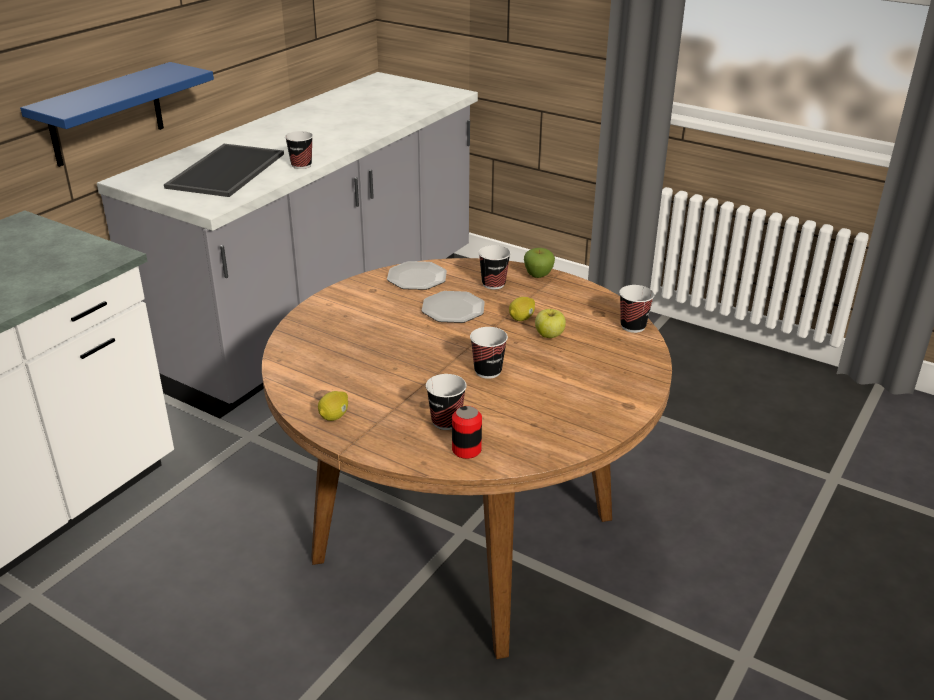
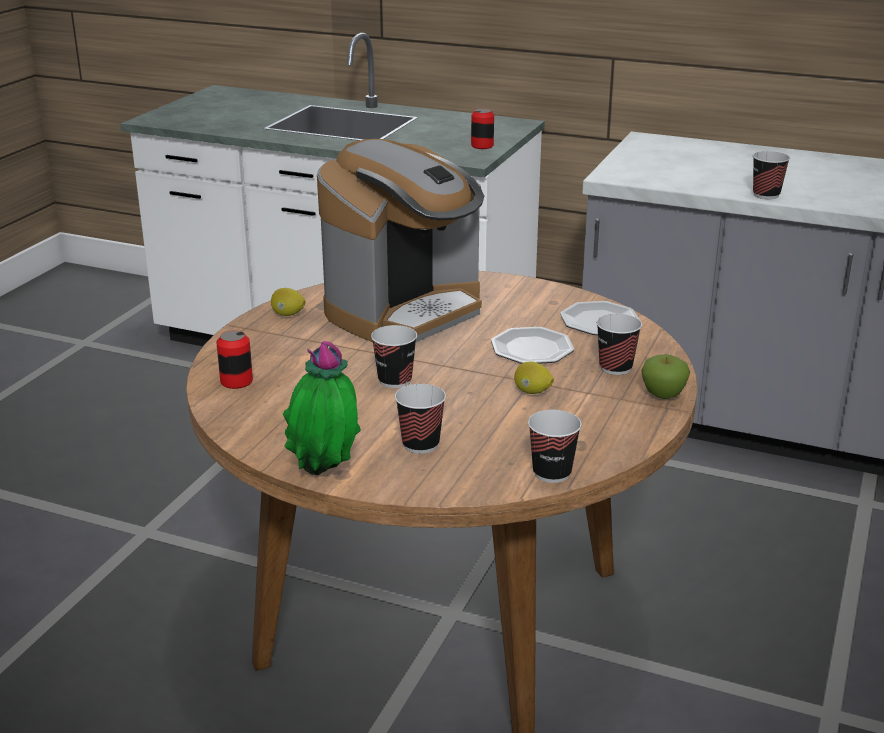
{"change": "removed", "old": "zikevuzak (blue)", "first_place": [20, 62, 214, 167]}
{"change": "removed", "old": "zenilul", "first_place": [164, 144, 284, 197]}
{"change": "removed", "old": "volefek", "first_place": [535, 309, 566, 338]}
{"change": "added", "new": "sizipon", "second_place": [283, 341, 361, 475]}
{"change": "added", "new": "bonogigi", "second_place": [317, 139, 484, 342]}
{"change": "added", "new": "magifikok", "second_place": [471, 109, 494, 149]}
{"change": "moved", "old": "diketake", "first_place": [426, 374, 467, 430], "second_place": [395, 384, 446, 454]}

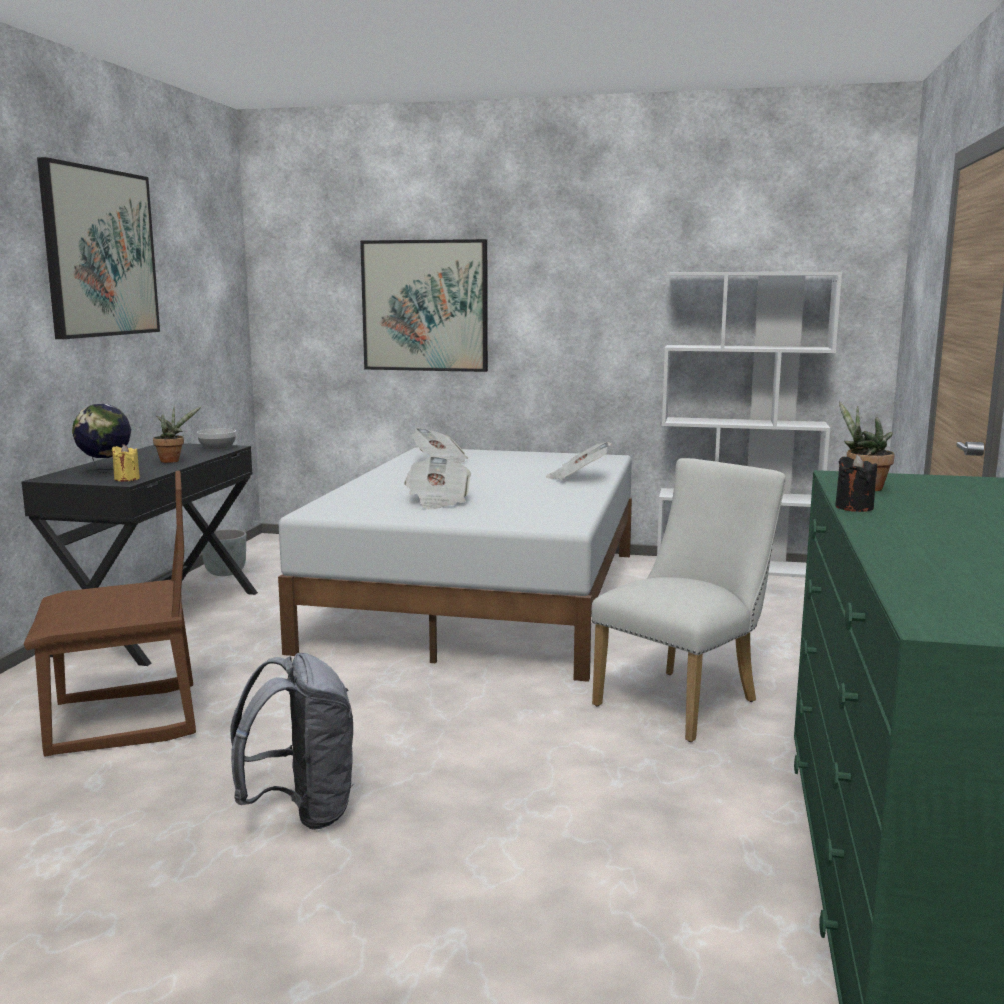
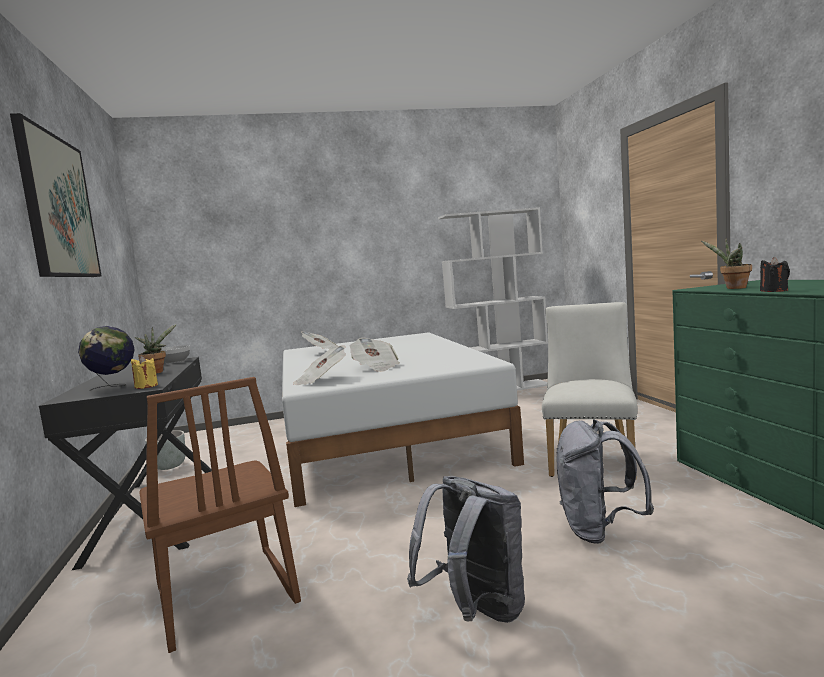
{"change": "removed", "old": "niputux", "first_place": [360, 239, 488, 372]}
{"change": "added", "new": "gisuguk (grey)", "second_place": [557, 419, 654, 544]}
{"change": "moved", "old": "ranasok", "first_place": [546, 442, 611, 480], "second_place": [293, 345, 346, 385]}
{"change": "turned", "old": "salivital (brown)", "first_place": [24, 471, 196, 757], "second_place": [139, 377, 301, 653], "degrees": 105}

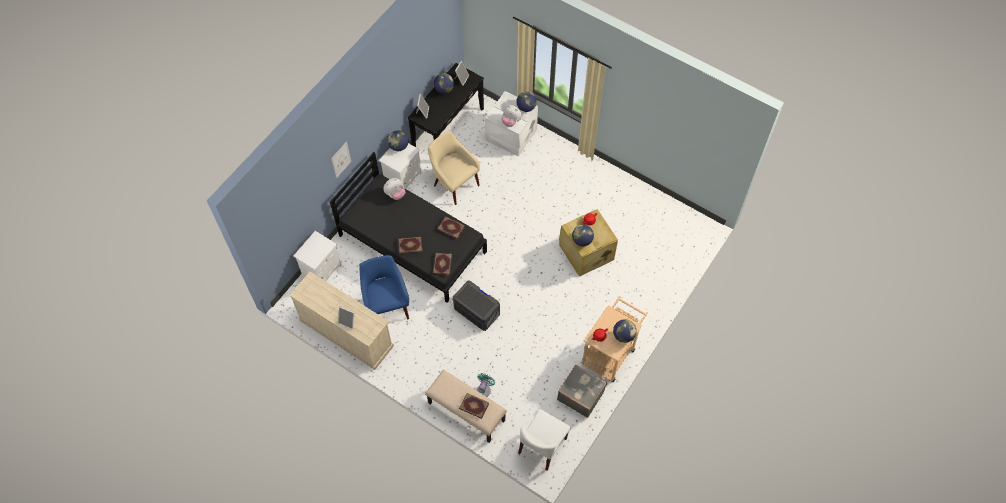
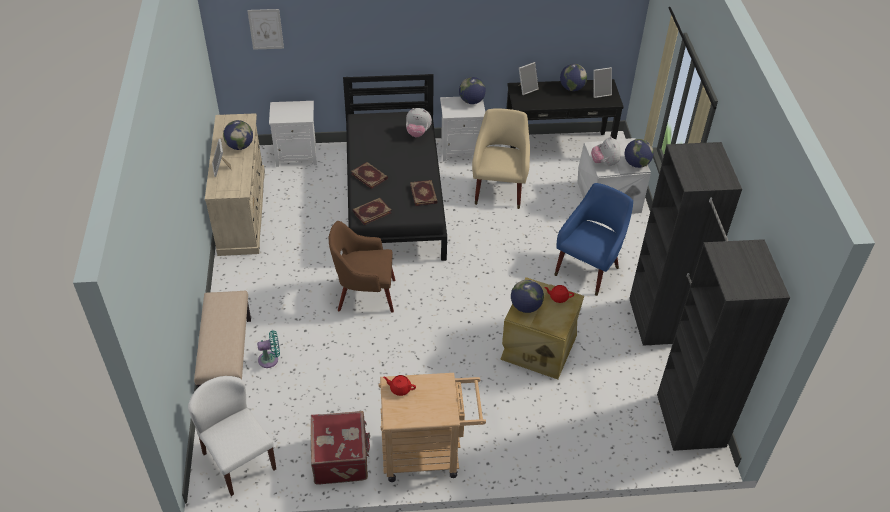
{"change": "removed", "old": "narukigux", "first_place": [459, 393, 489, 419]}
{"change": "added", "new": "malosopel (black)", "second_place": [629, 142, 790, 451]}
{"change": "moved", "old": "niputux", "first_place": [331, 142, 351, 178], "second_place": [247, 9, 284, 50]}
{"change": "moved", "old": "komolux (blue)", "first_place": [360, 255, 409, 319], "second_place": [554, 183, 633, 296]}
{"change": "moved", "old": "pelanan", "first_place": [613, 319, 637, 343], "second_place": [223, 120, 253, 150]}
{"change": "replaced", "old": "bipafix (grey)", "new": "komolux (brown)", "first_place": [453, 280, 500, 331], "second_place": [329, 221, 395, 313]}
{"change": "recoloured", "old": "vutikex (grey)", "new": "vutikex (red)", "first_place": [557, 364, 607, 418], "second_place": [311, 411, 370, 485]}
{"change": "turned", "old": "salivital (white)", "first_place": [518, 409, 571, 471], "second_place": [188, 376, 276, 496], "degrees": 60}

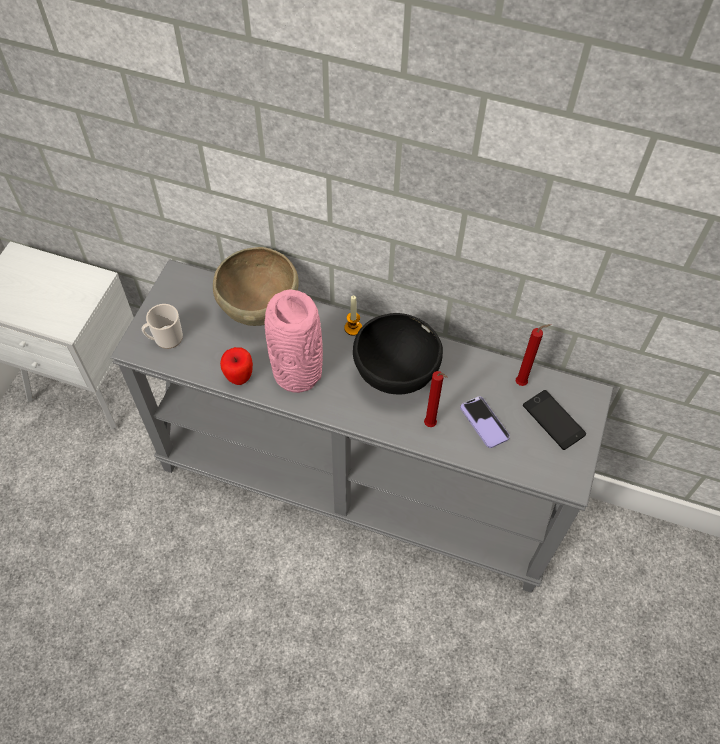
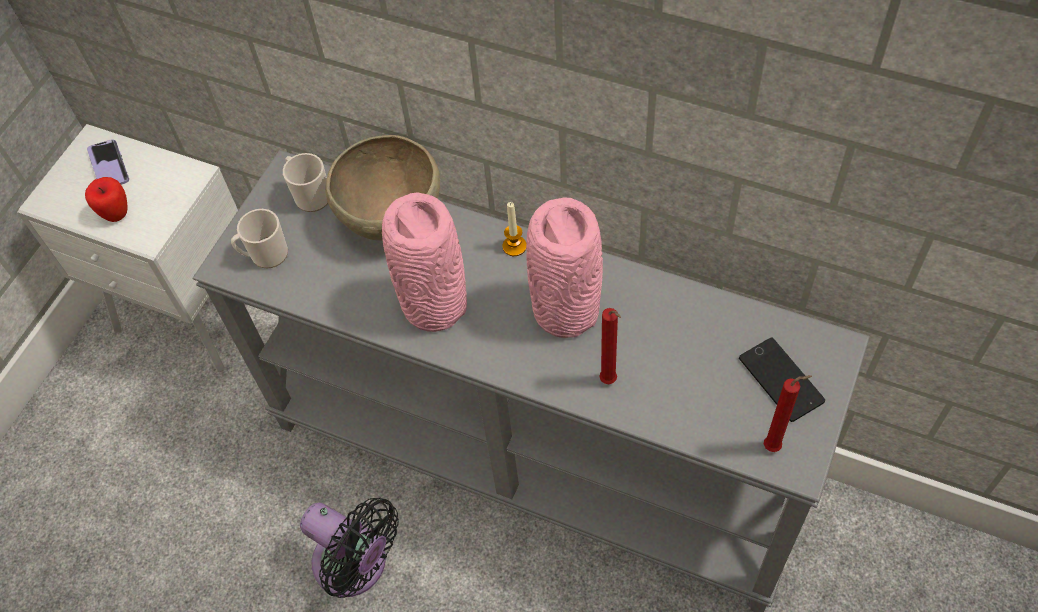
{"change": "added", "new": "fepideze", "second_place": [283, 153, 328, 212]}
{"change": "added", "new": "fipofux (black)", "second_place": [300, 498, 399, 598]}
{"change": "moved", "old": "volefek", "first_place": [220, 347, 253, 385], "second_place": [85, 177, 128, 222]}
{"change": "moved", "old": "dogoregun", "first_place": [460, 397, 510, 448], "second_place": [87, 139, 129, 185]}
{"change": "moved", "old": "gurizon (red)", "first_place": [516, 324, 551, 386], "second_place": [764, 375, 812, 452]}
{"change": "replaced", "old": "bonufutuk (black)", "new": "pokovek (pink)", "first_place": [353, 313, 443, 394], "second_place": [526, 198, 603, 338]}

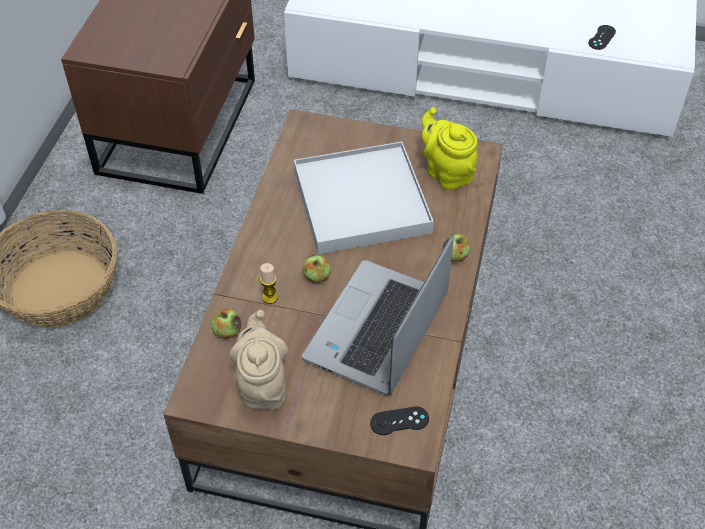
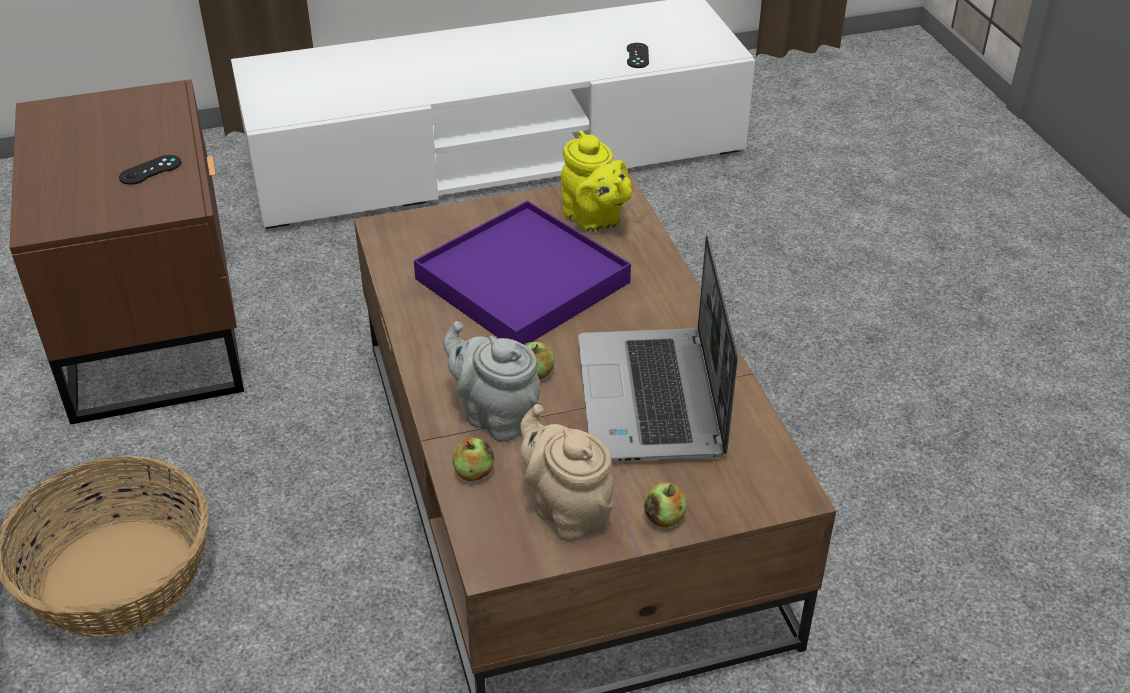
{"change": "moved", "old": "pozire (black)", "first_place": [370, 406, 429, 435], "second_place": [119, 155, 181, 185]}
{"change": "moved", "old": "volefek", "first_place": [443, 234, 470, 262], "second_place": [644, 482, 687, 527]}
{"change": "replaced", "old": "gurizon", "new": "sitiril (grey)", "first_place": [260, 263, 278, 304], "second_place": [443, 321, 541, 442]}
{"change": "recoloured", "old": "zenilul (white)", "new": "zenilul (purple)", "first_place": [294, 142, 434, 255], "second_place": [414, 201, 631, 344]}
{"change": "turned", "old": "sitiril (yellow)", "first_place": [422, 107, 478, 190], "second_place": [561, 130, 632, 232], "degrees": -150}

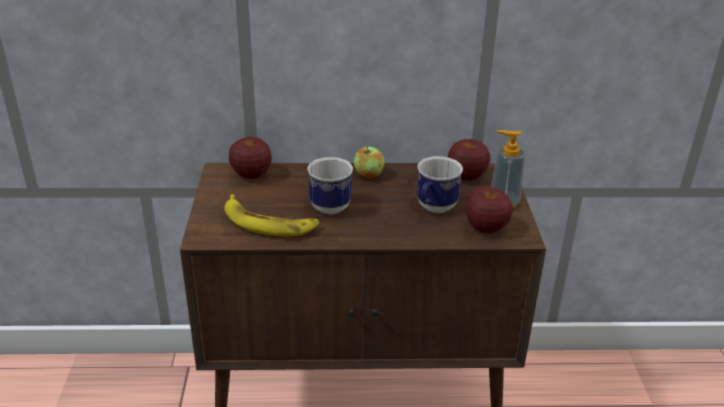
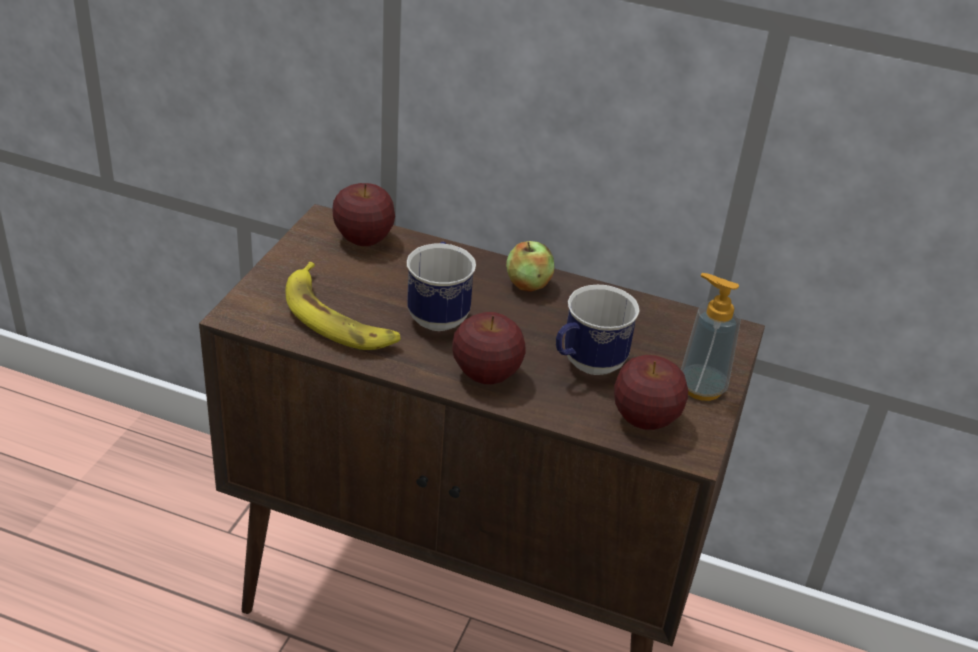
{"change": "moved", "old": "volefek", "first_place": [448, 139, 490, 181], "second_place": [452, 312, 526, 384]}

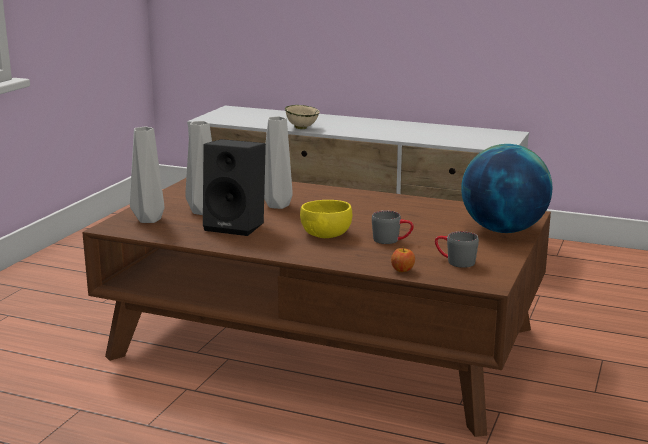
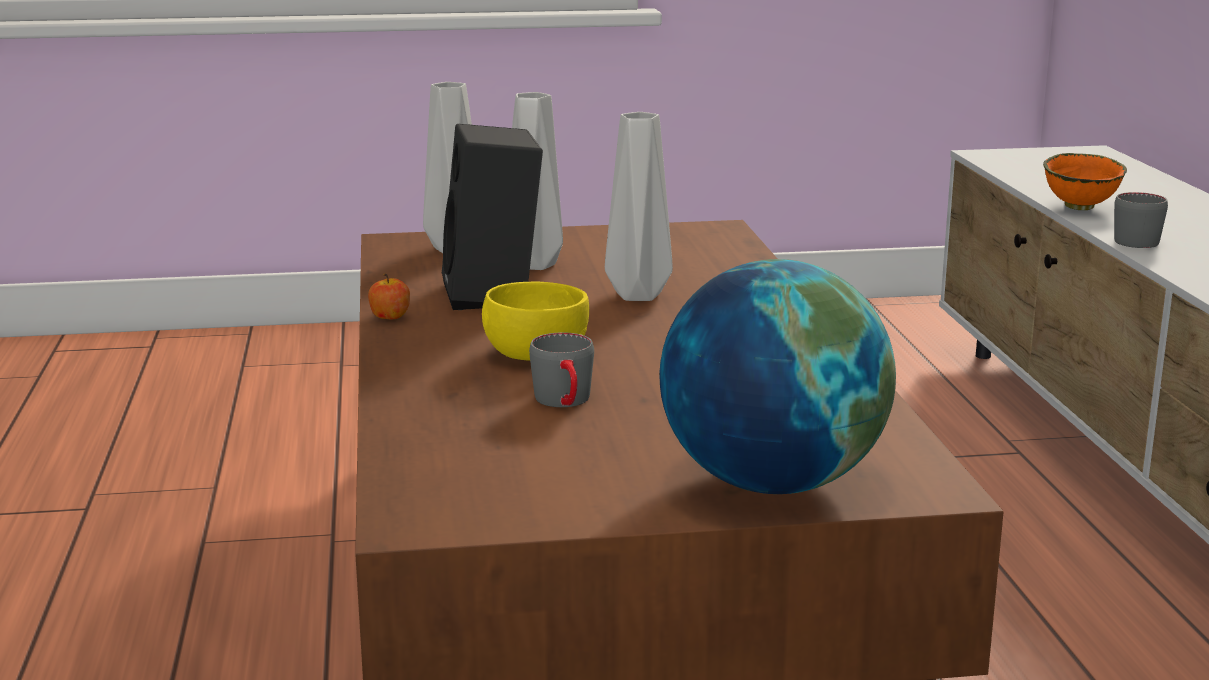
{"change": "moved", "old": "volefek", "first_place": [391, 247, 415, 272], "second_place": [368, 273, 410, 319]}
{"change": "moved", "old": "fepideze (grey)", "first_place": [435, 231, 479, 268], "second_place": [1114, 192, 1168, 248]}
{"change": "recoloured", "old": "bonufutuk (beige)", "new": "bonufutuk (orange)", "first_place": [285, 105, 320, 129], "second_place": [1043, 153, 1127, 210]}

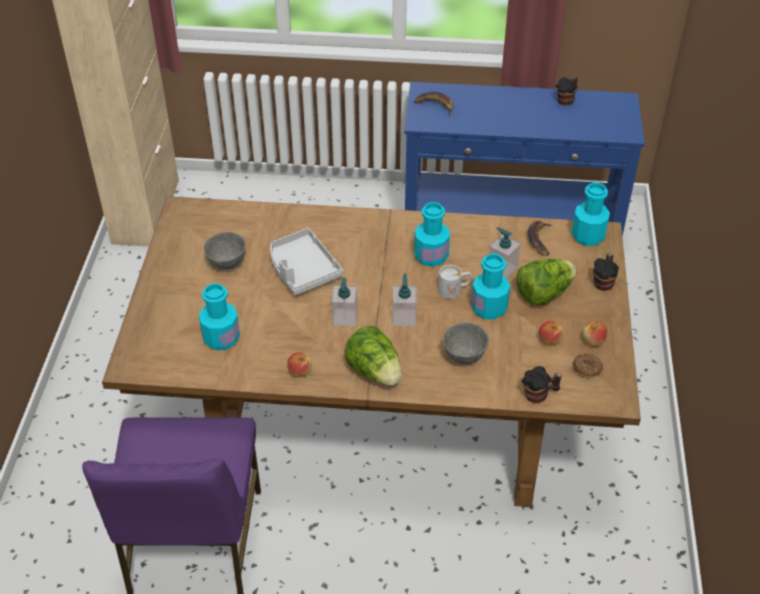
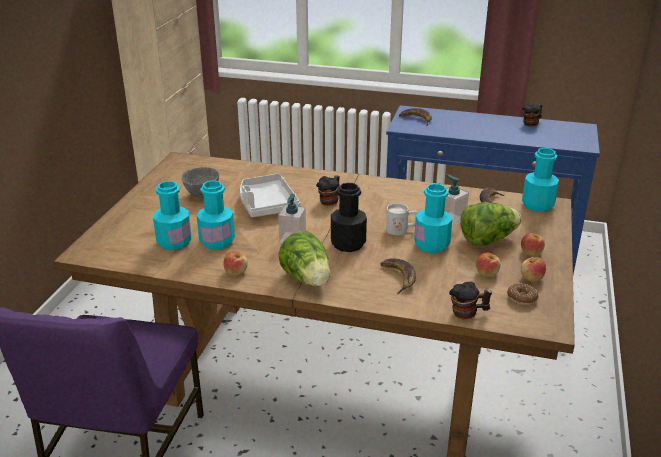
{"change": "added", "new": "volefek", "second_place": [521, 233, 545, 256]}
{"change": "moved", "old": "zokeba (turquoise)", "first_place": [414, 202, 450, 267], "second_place": [197, 180, 235, 250]}
{"change": "moved", "old": "fepideze", "first_place": [593, 253, 619, 291], "second_place": [316, 175, 340, 206]}
{"change": "replaced", "old": "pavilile", "new": "zokeba (black)", "first_place": [393, 273, 417, 326], "second_place": [331, 183, 367, 252]}
{"change": "replaced", "old": "bonufutuk (grey)", "new": "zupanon", "first_place": [443, 322, 489, 364], "second_place": [381, 258, 416, 294]}

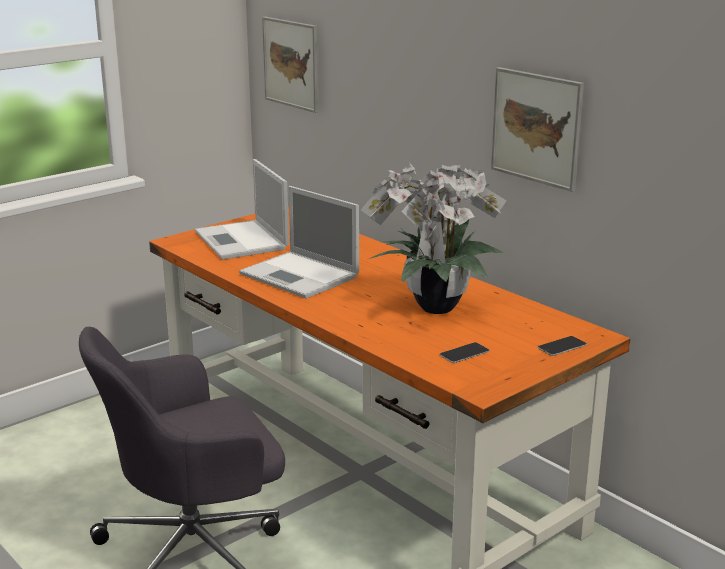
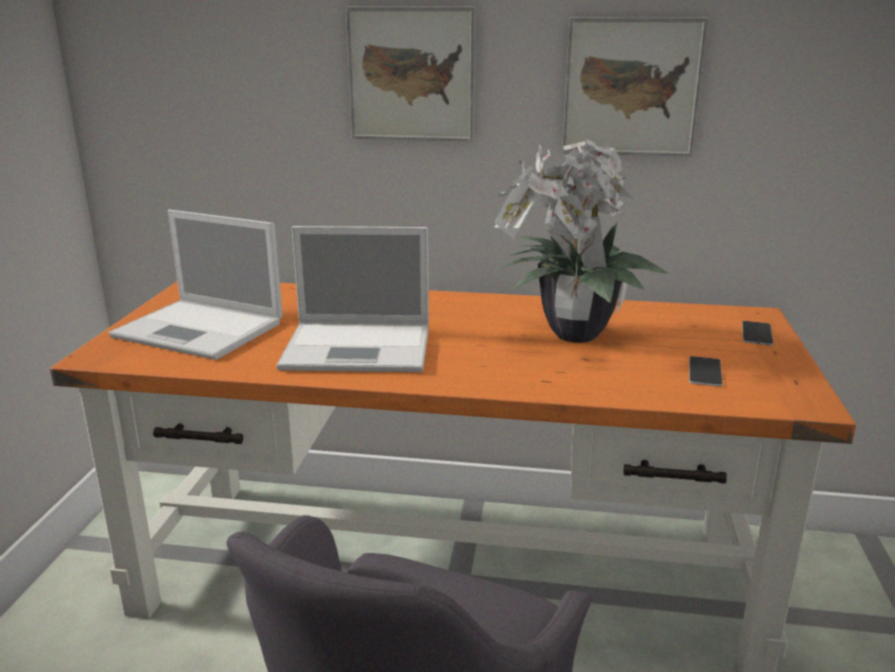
{"change": "moved", "old": "niputux", "first_place": [262, 17, 319, 113], "second_place": [346, 7, 475, 142]}

